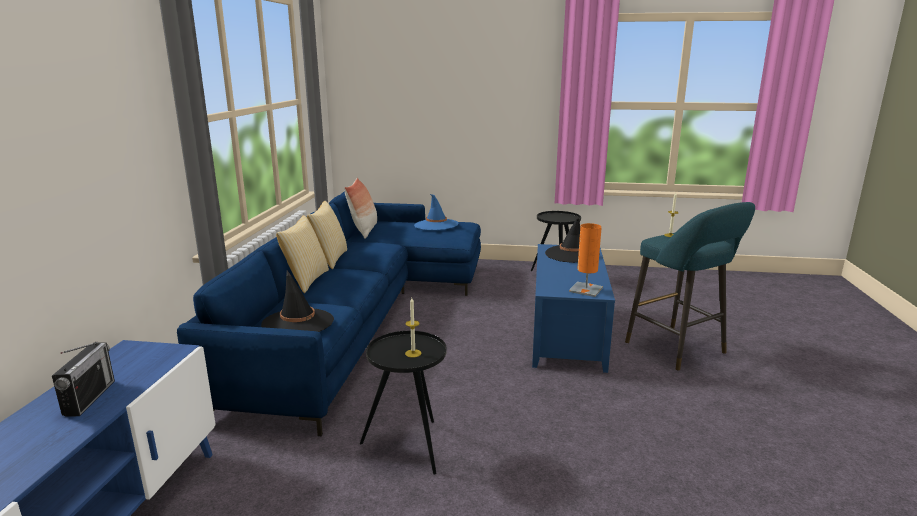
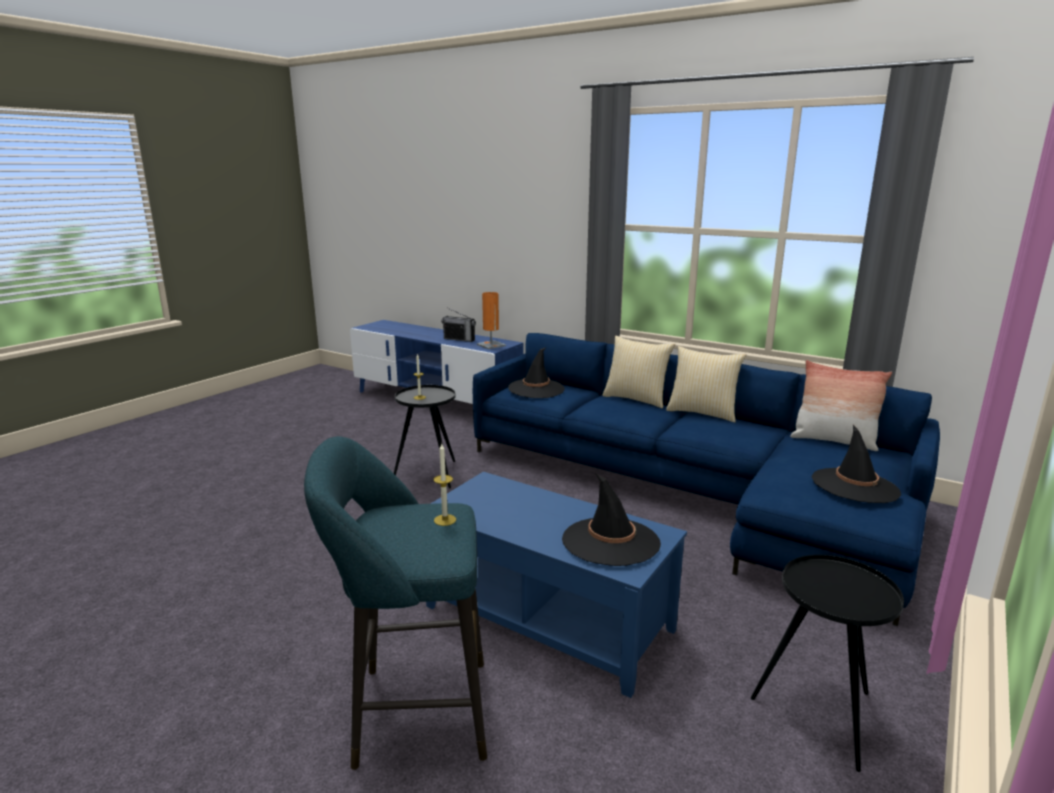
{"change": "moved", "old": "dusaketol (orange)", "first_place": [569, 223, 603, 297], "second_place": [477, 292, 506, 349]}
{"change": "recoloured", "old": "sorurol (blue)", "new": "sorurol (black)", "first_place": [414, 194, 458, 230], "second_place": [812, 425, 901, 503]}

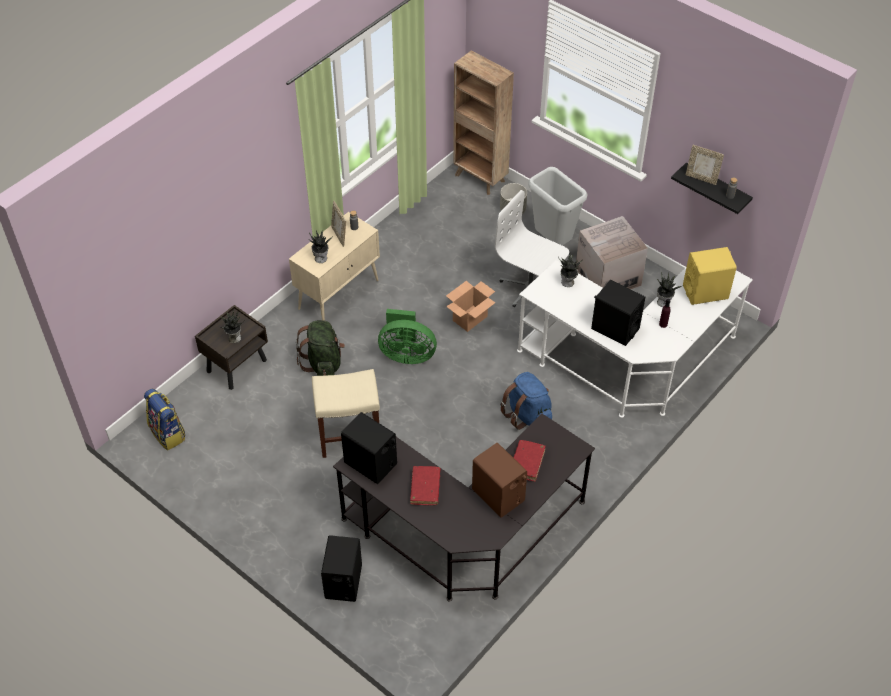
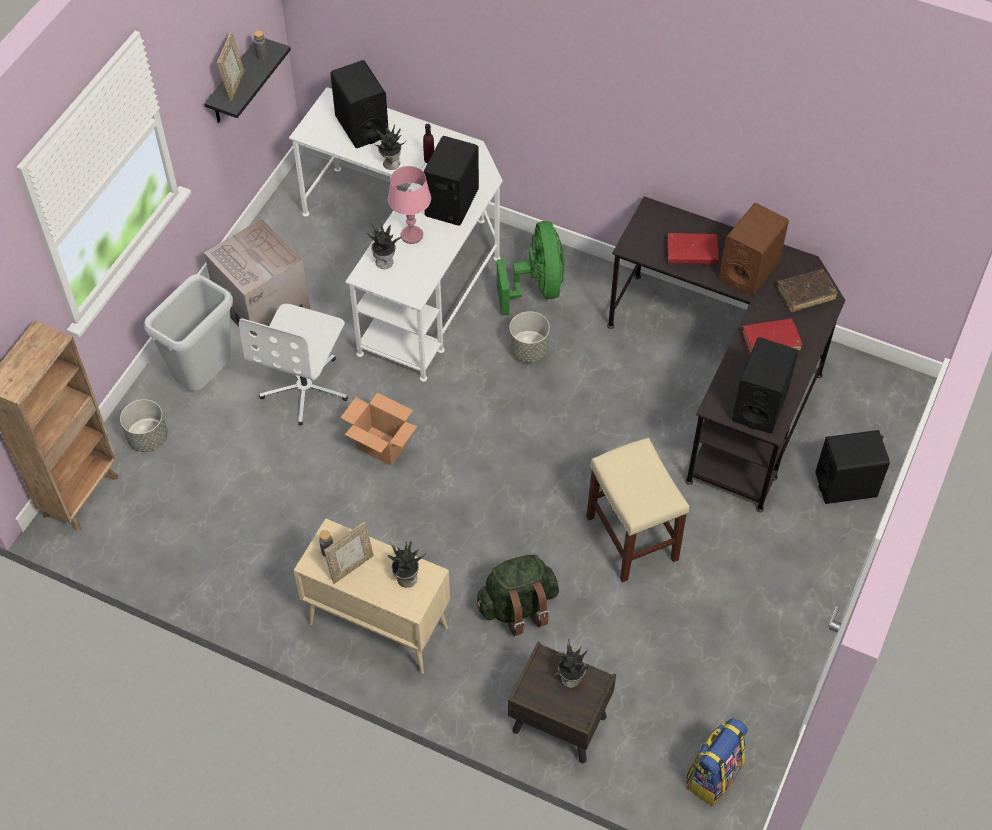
{"change": "added", "new": "dusaketol (pink)", "second_place": [388, 166, 431, 244]}
{"change": "added", "new": "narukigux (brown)", "second_place": [777, 269, 838, 312]}
{"change": "moved", "old": "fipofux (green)", "first_place": [378, 309, 437, 364], "second_place": [497, 221, 565, 315]}
{"change": "replaced", "old": "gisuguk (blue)", "new": "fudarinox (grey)", "first_place": [500, 372, 552, 430], "second_place": [509, 311, 550, 362]}
{"change": "recoloured", "old": "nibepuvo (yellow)", "new": "nibepuvo (black)", "first_place": [683, 247, 737, 305], "second_place": [330, 60, 389, 148]}

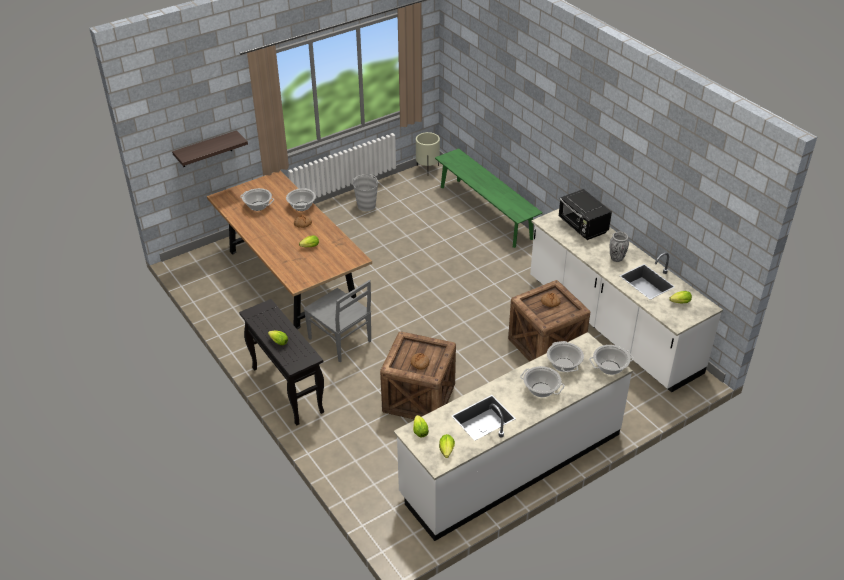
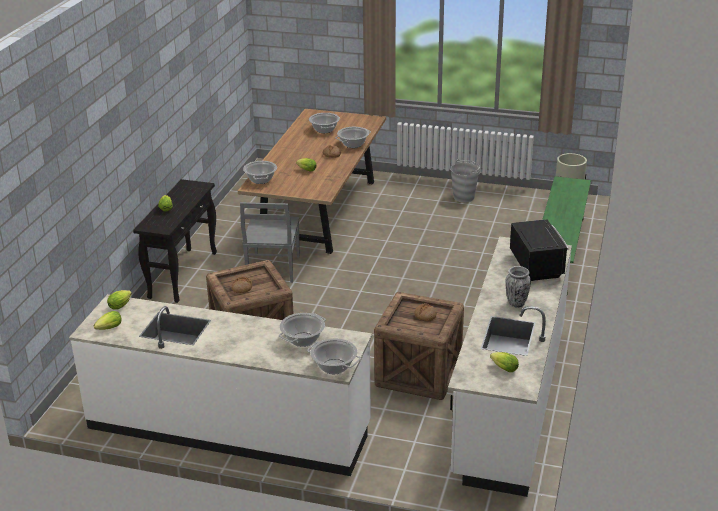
{"change": "removed", "old": "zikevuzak", "first_place": [172, 130, 248, 167]}
{"change": "moved", "old": "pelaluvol", "first_place": [520, 366, 565, 397], "second_place": [243, 161, 277, 184]}
{"change": "turned", "old": "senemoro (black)", "first_place": [558, 189, 612, 240], "second_place": [510, 219, 568, 281], "degrees": 150}

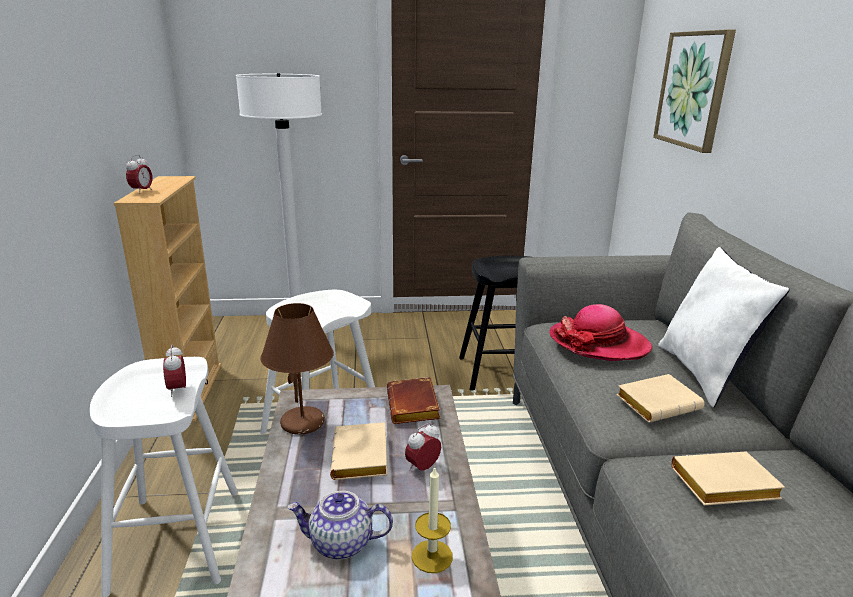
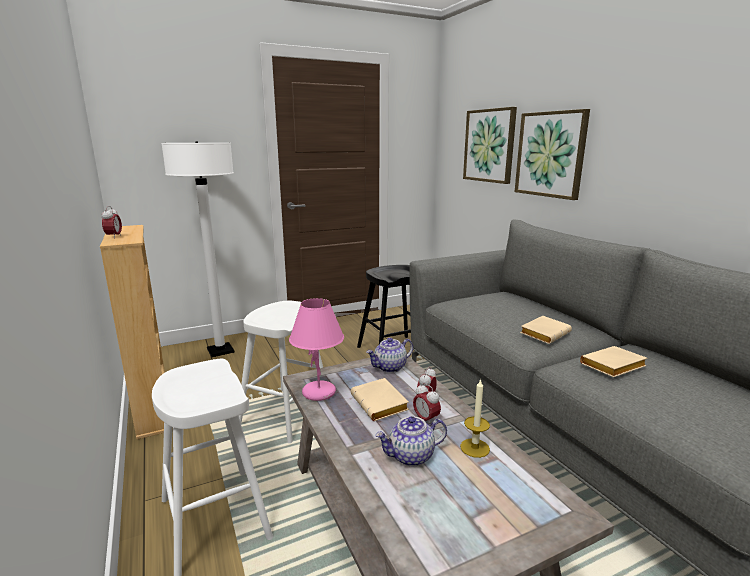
{"change": "removed", "old": "sorurol", "first_place": [549, 304, 652, 361]}
{"change": "removed", "old": "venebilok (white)", "first_place": [658, 247, 790, 408]}
{"change": "added", "new": "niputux", "second_place": [515, 109, 590, 200]}
{"change": "moved", "old": "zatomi", "first_place": [163, 345, 186, 397], "second_place": [413, 383, 441, 424]}
{"change": "replaced", "old": "narukigux (brown)", "new": "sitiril", "first_place": [387, 377, 440, 424], "second_place": [366, 338, 413, 373]}
{"change": "recoloured", "old": "dusaketol (brown)", "new": "dusaketol (pink)", "first_place": [260, 303, 334, 435], "second_place": [289, 298, 344, 401]}

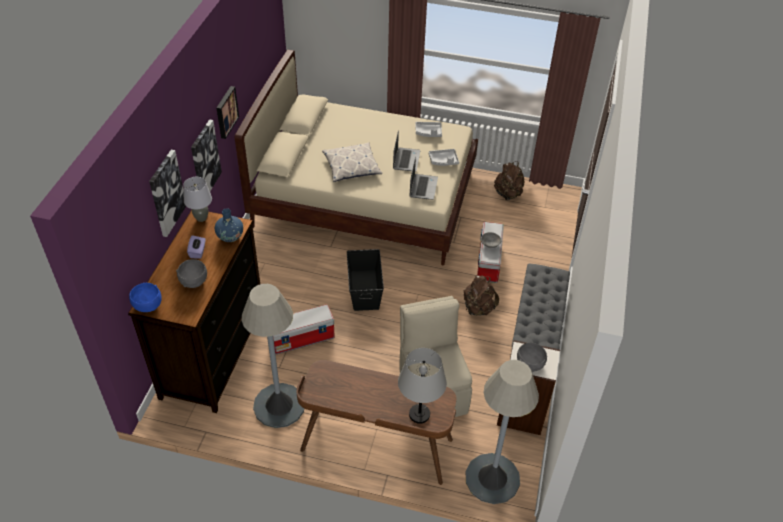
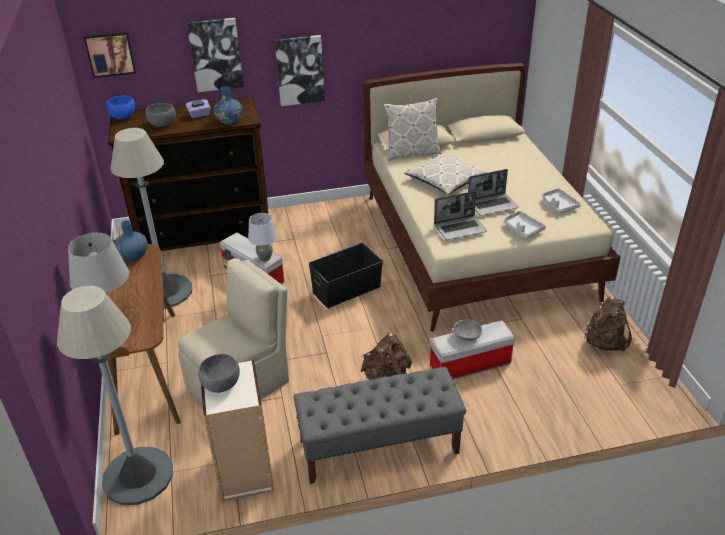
{"change": "added", "new": "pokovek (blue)", "second_place": [115, 220, 148, 261]}
{"change": "added", "new": "venebilok", "second_place": [383, 98, 441, 161]}
{"change": "moved", "old": "dusaketol (grey)", "first_place": [183, 177, 212, 222], "second_place": [248, 213, 277, 262]}
{"change": "moved", "old": "niputux", "first_place": [216, 86, 239, 139], "second_place": [84, 31, 136, 78]}

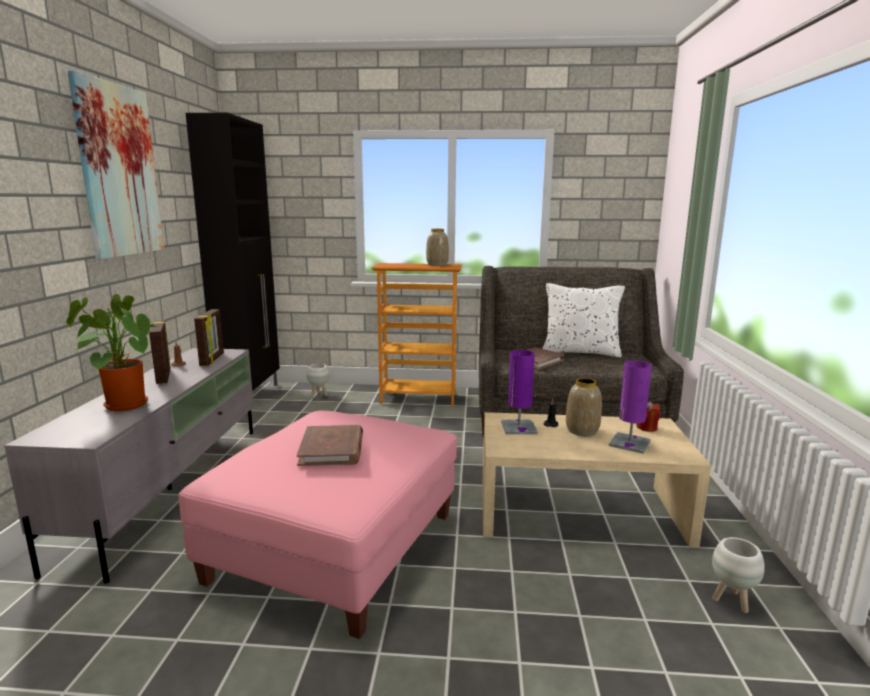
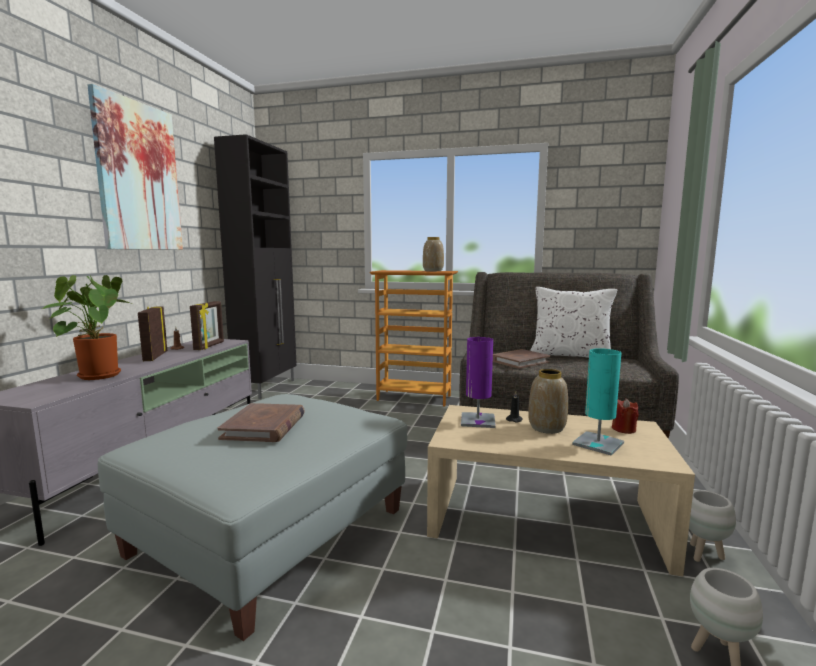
{"change": "moved", "old": "fudarinox (white)", "first_place": [307, 364, 329, 397], "second_place": [689, 490, 736, 562]}
{"change": "recoloured", "old": "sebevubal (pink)", "new": "sebevubal (grey)", "first_place": [179, 411, 457, 639], "second_place": [98, 394, 408, 641]}
{"change": "recoloured", "old": "dusaketol (purple)", "new": "dusaketol (turquoise)", "first_place": [609, 360, 652, 454], "second_place": [572, 348, 624, 456]}

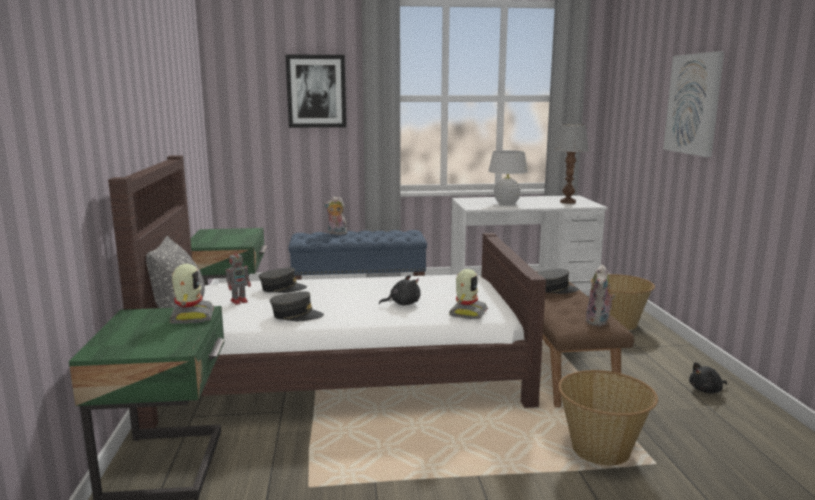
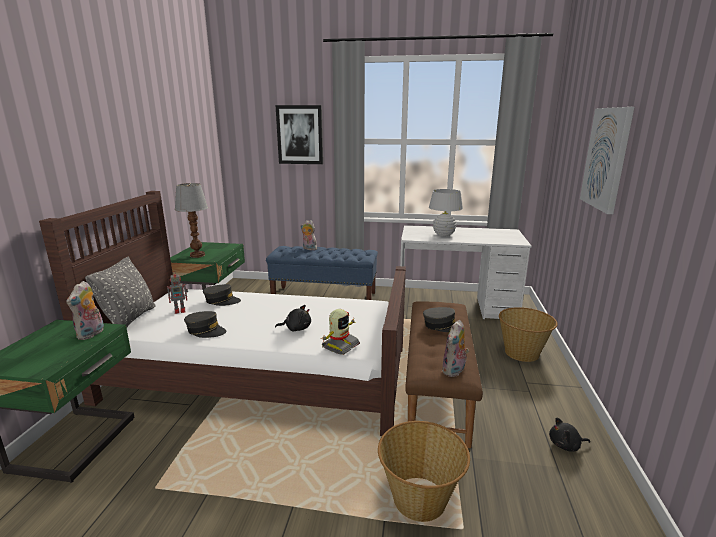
{"change": "moved", "old": "dusaketol", "first_place": [554, 124, 589, 204], "second_place": [175, 183, 208, 258]}
{"change": "replaced", "old": "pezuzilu", "new": "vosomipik", "first_place": [169, 264, 214, 323], "second_place": [66, 281, 104, 340]}

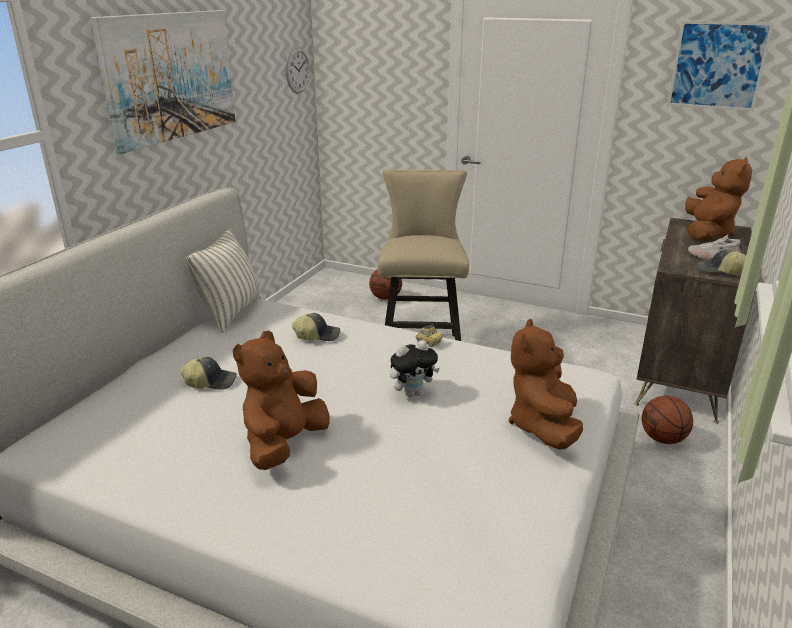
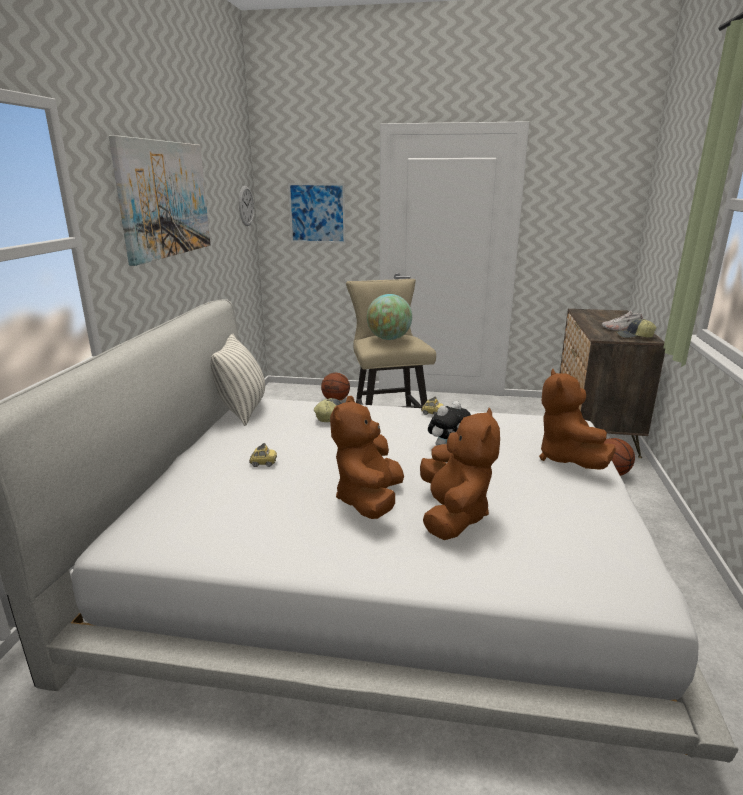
{"change": "added", "new": "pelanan", "second_place": [367, 294, 412, 340]}
{"change": "moved", "old": "niputux", "first_place": [667, 20, 774, 111], "second_place": [288, 183, 346, 243]}
{"change": "moved", "old": "vosomipik (brown)", "first_place": [685, 157, 752, 241], "second_place": [420, 408, 500, 540]}
{"change": "replaced", "old": "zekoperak", "new": "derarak", "first_place": [180, 356, 237, 390], "second_place": [249, 443, 277, 467]}

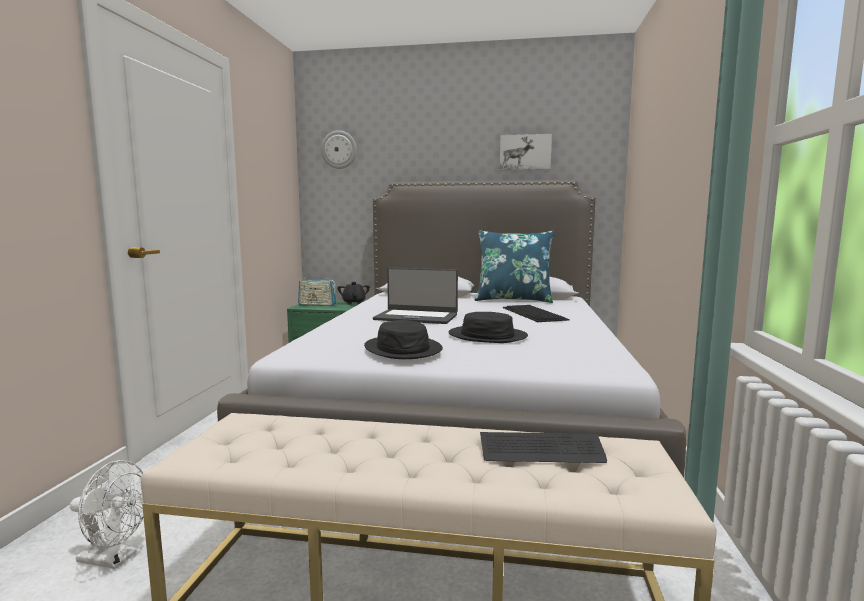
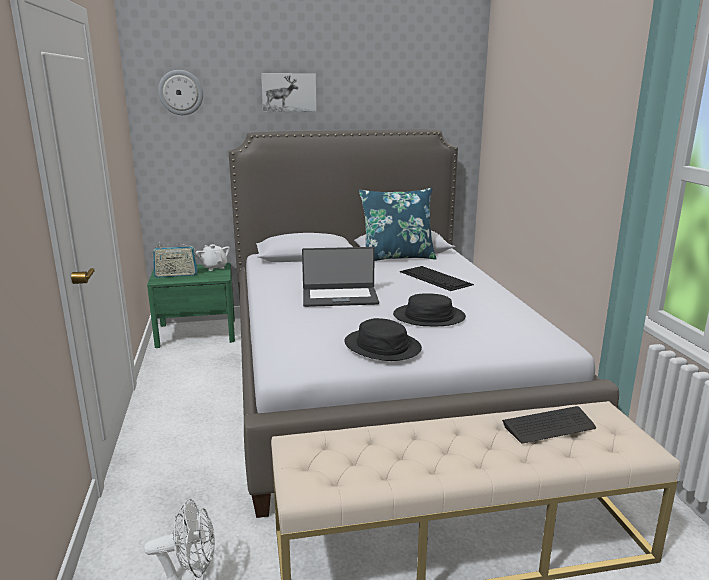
{"change": "moved", "old": "niputux", "first_place": [500, 134, 552, 170], "second_place": [261, 73, 316, 112]}
{"change": "recoloured", "old": "sitiril (black)", "new": "sitiril (white)", "first_place": [337, 282, 370, 305], "second_place": [196, 244, 230, 271]}

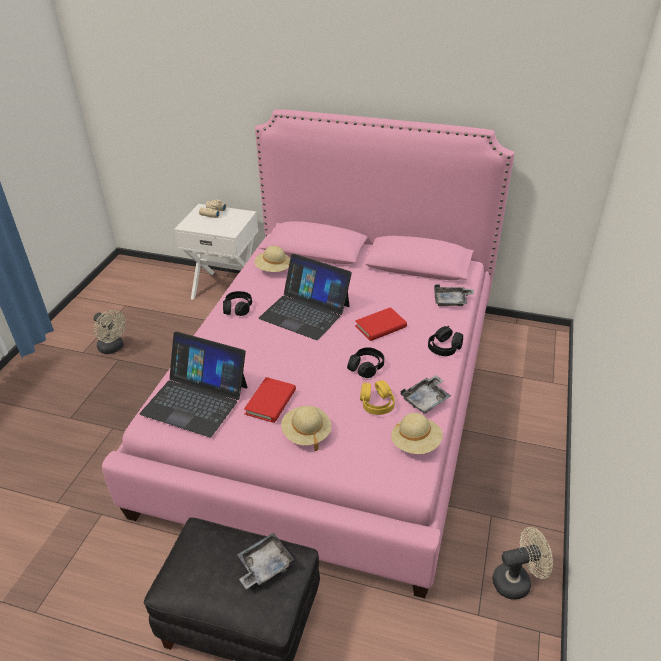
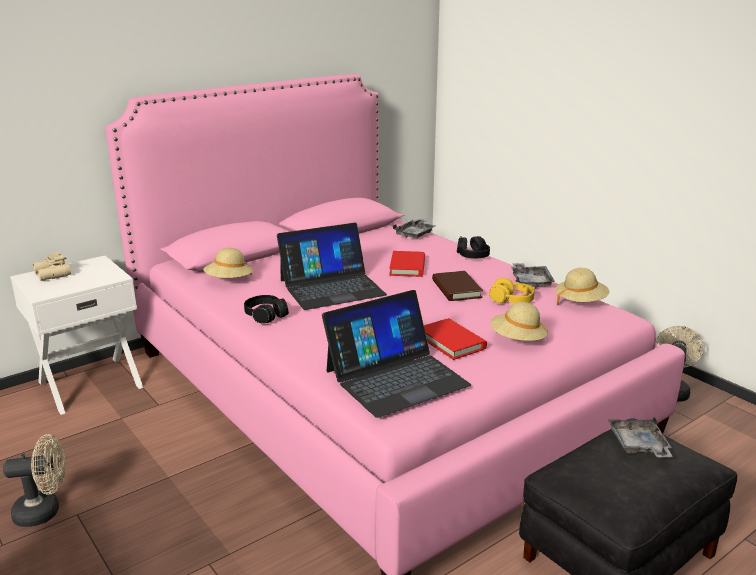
{"change": "replaced", "old": "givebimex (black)", "new": "narukigux (brown)", "first_place": [347, 347, 384, 378], "second_place": [432, 271, 483, 301]}

